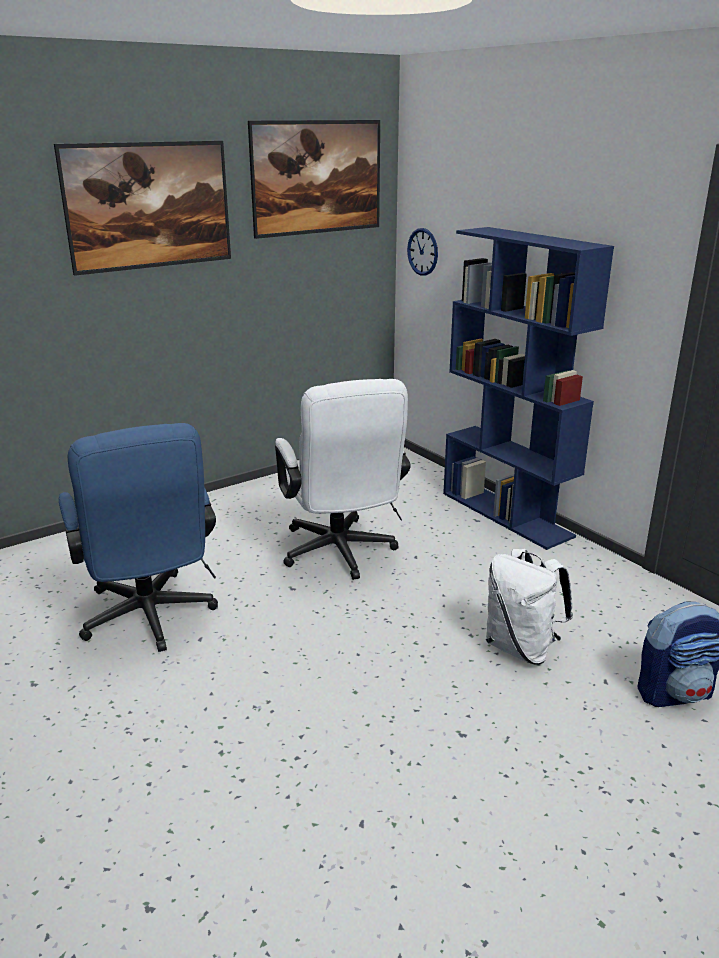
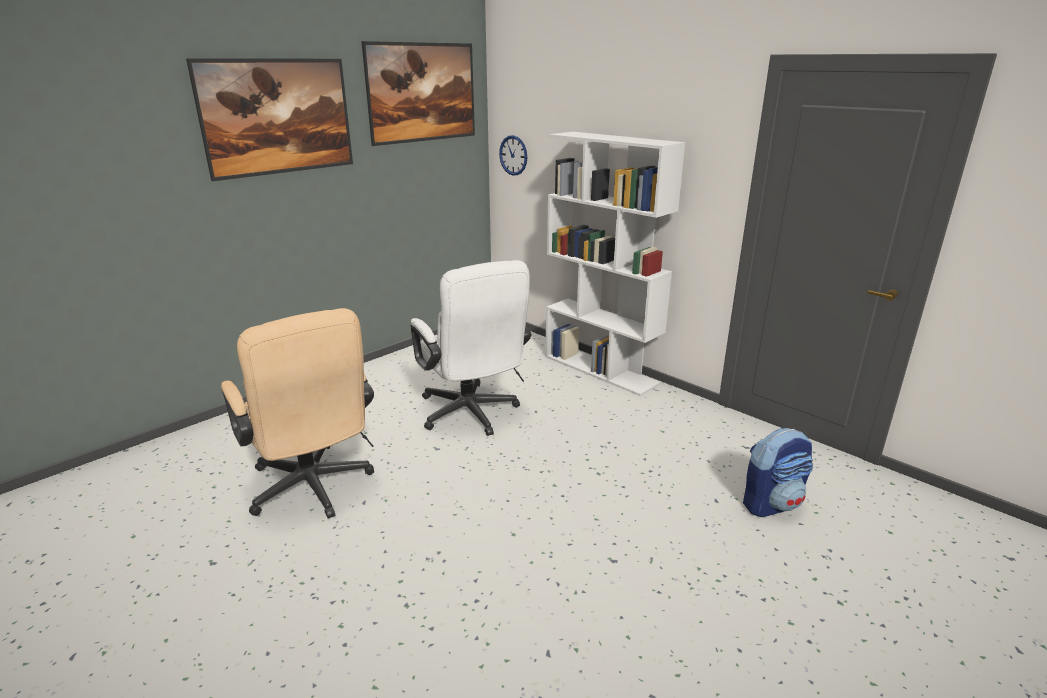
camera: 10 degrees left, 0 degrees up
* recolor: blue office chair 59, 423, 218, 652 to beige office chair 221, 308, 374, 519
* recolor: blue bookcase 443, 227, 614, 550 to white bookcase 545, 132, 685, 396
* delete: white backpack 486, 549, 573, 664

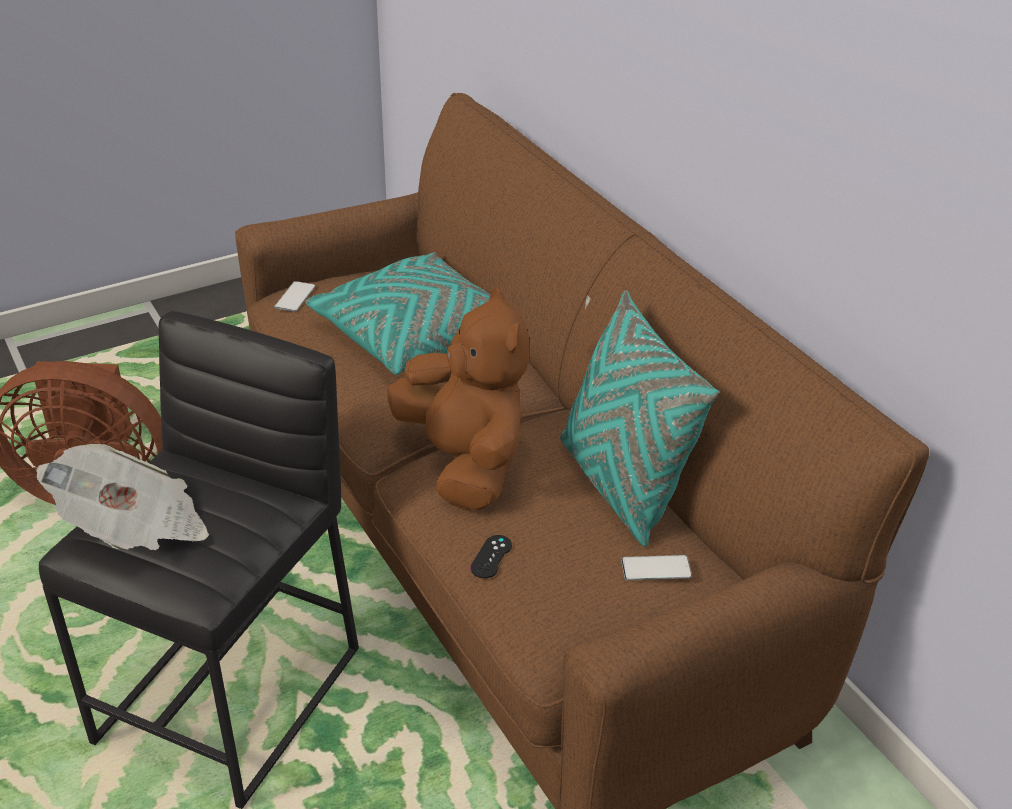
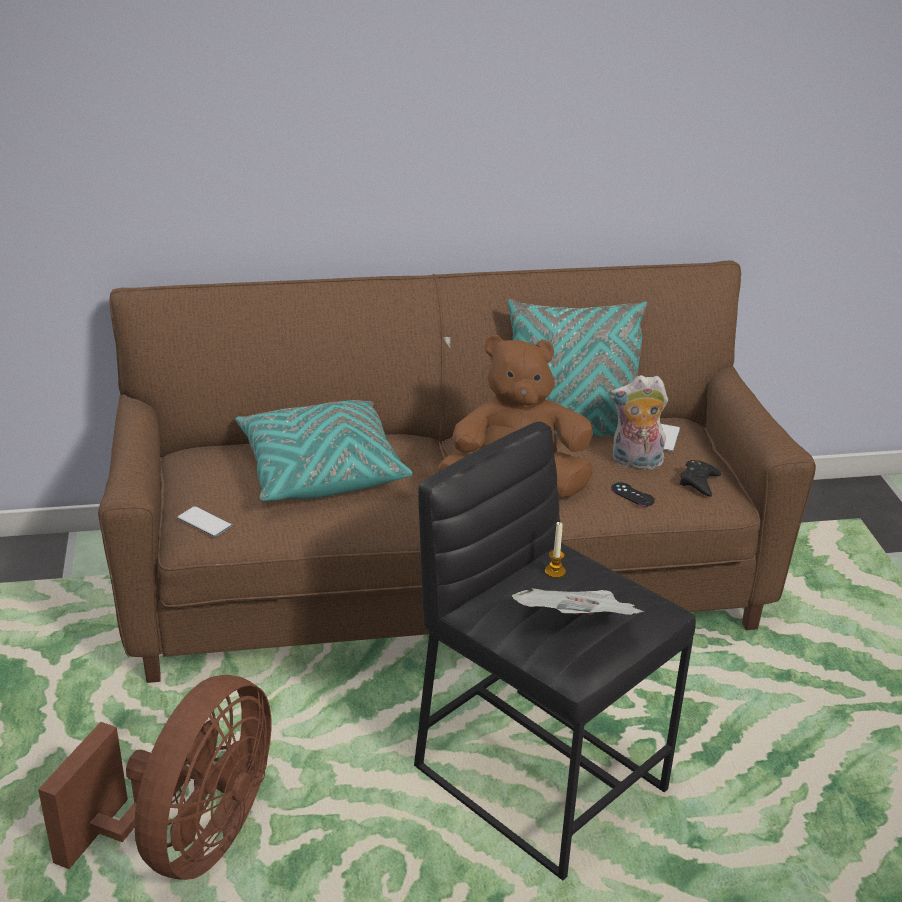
camera: 70 degrees left, 5 degrees down
* insert: candle 545, 522, 566, 578
* insert: plush toy 610, 375, 668, 470
* insert: black game controller 679, 460, 721, 497

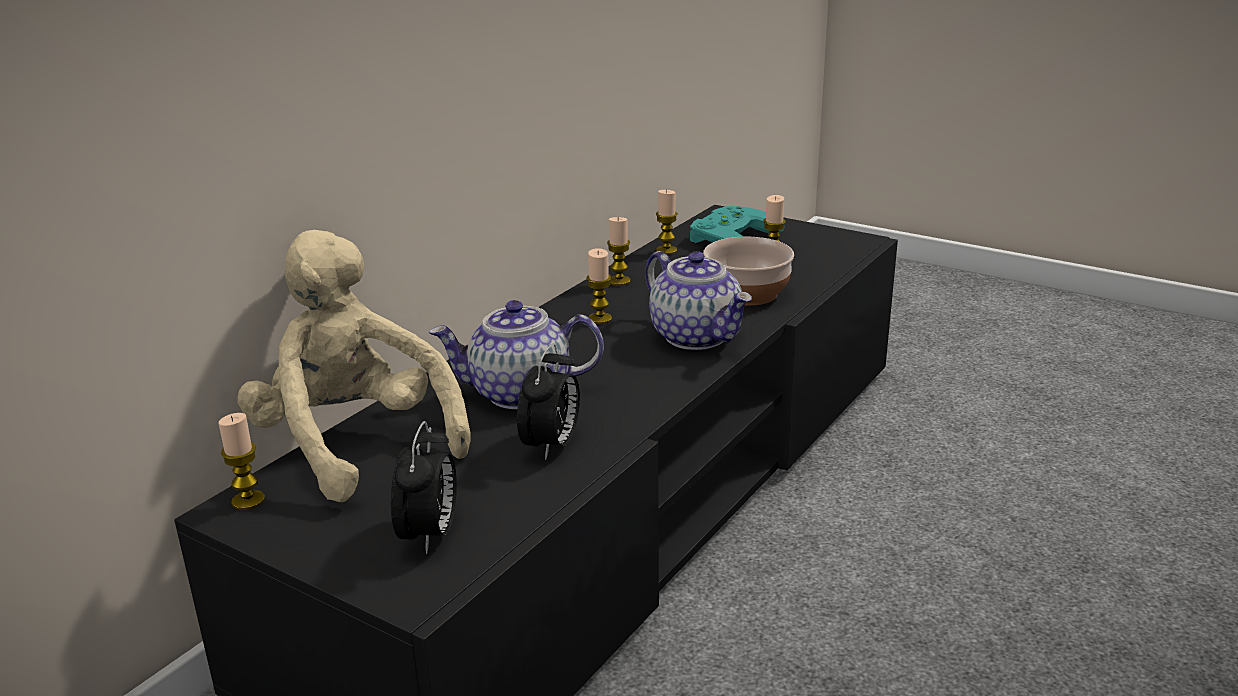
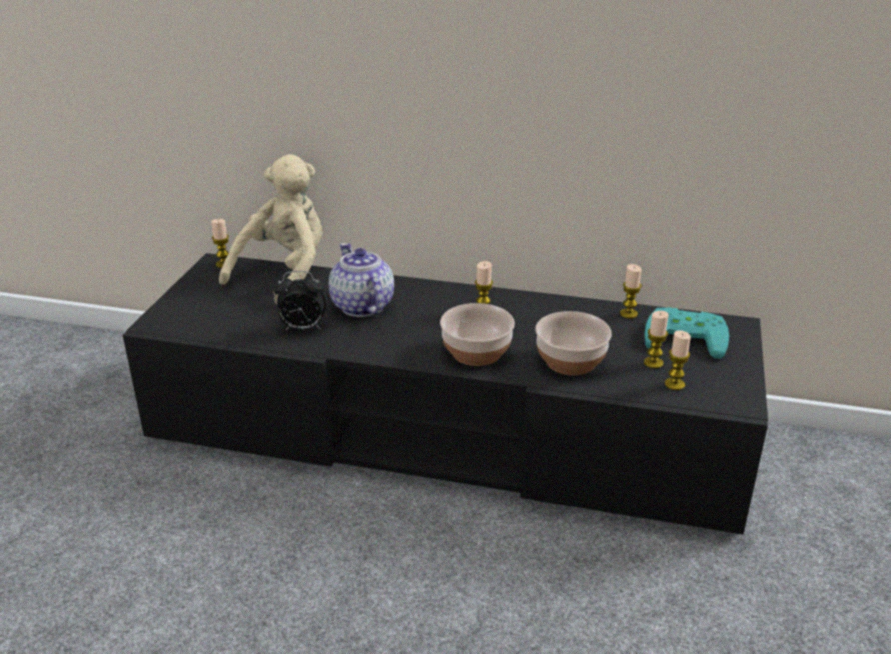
camera: 70 degrees right, 5 degrees up
* replace: teapot 645, 251, 752, 350 to bowl 440, 303, 515, 366
* move: candle 607, 217, 631, 286 to 665, 330, 691, 390
* delete: alarm clock 391, 421, 457, 554

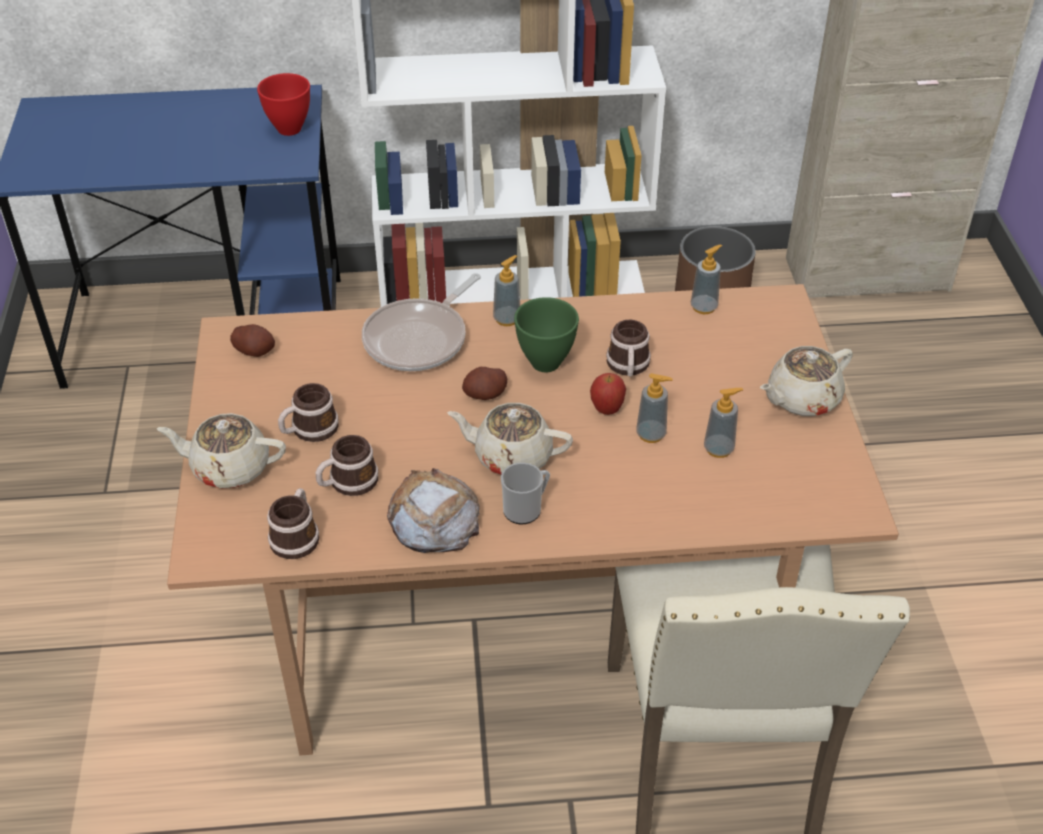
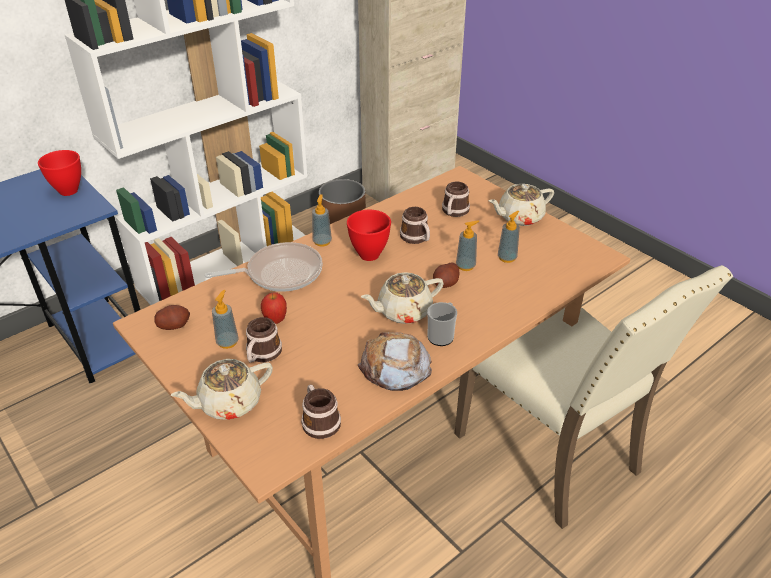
camera: 35 degrees left, 5 degrees down
* rotate: frying pan 362, 273, 481, 371 = 205, 242, 323, 292 105 degrees counterclockwise
* move: soap dispenser 691, 244, 722, 314 to 212, 290, 239, 349
* move: apple 590, 373, 626, 415 to 261, 292, 287, 324
* recolor: green bowl 514, 297, 579, 372 to red bowl 347, 210, 391, 261
* move: potato 462, 367, 507, 400 to 433, 262, 459, 288
* move: mug 316, 435, 378, 496 to 442, 181, 470, 217
* rotate: beige teapot 760, 346, 853, 416 = 489, 184, 554, 226 45 degrees clockwise

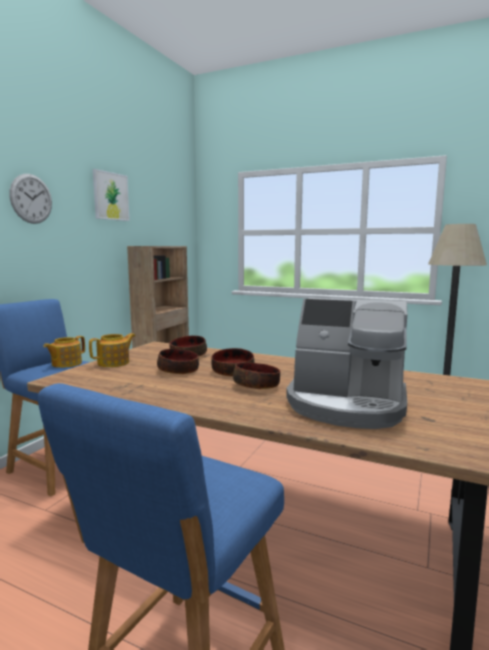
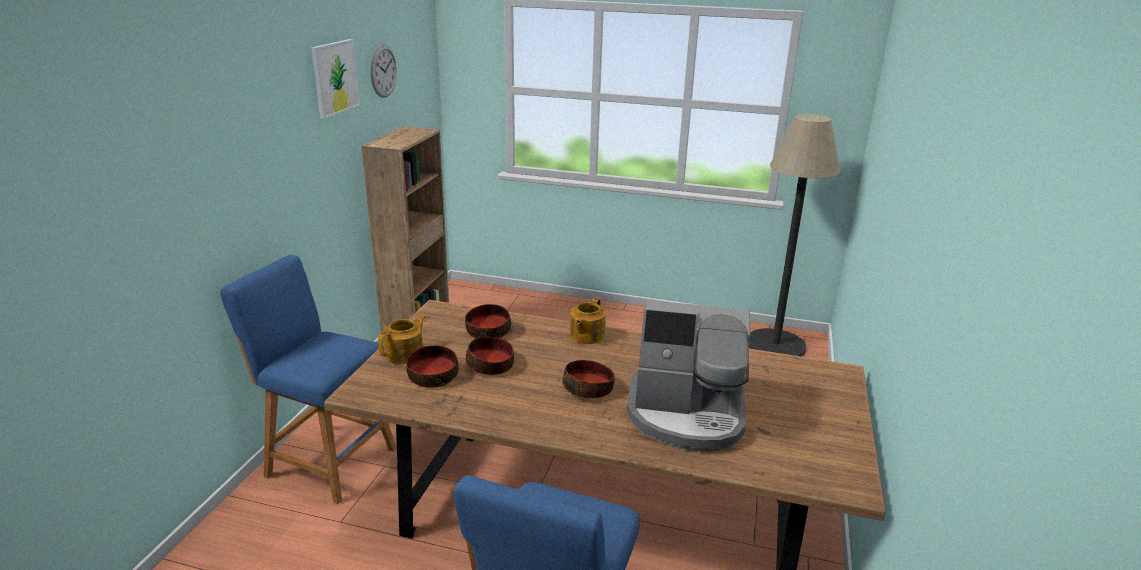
camera: 10 degrees left, 15 degrees up
* move: wall clock 9, 174, 52, 224 to 370, 44, 397, 98
* move: bowl 211, 348, 255, 377 to 406, 345, 459, 388
* move: teapot 43, 336, 85, 368 to 570, 298, 606, 344

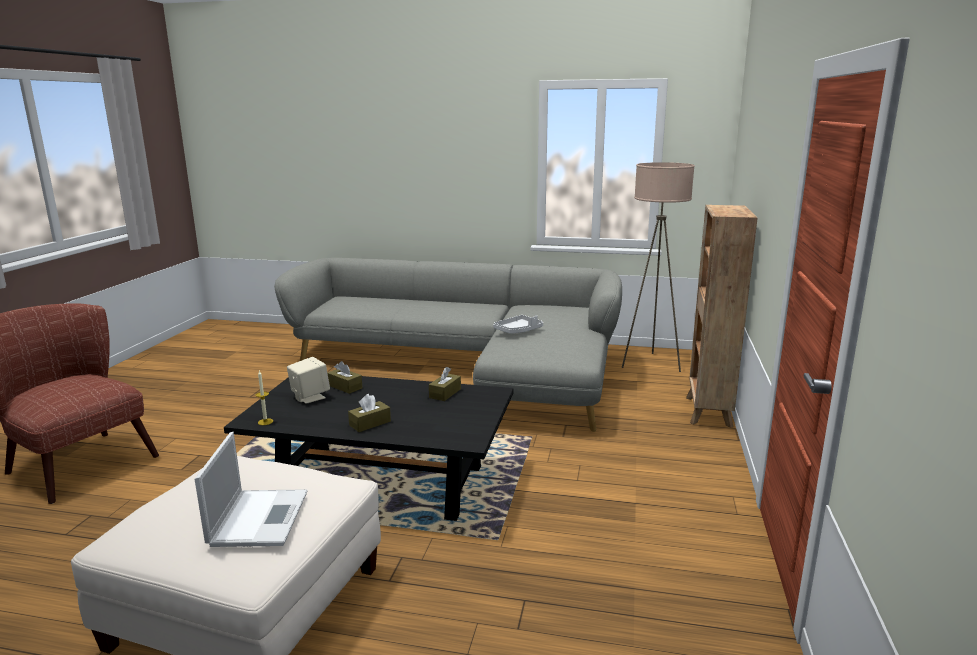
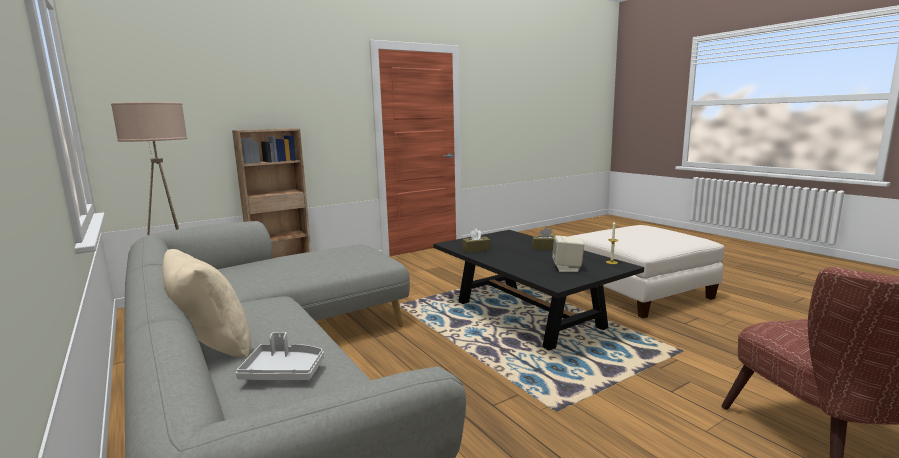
camera: 135 degrees left, 5 degrees down
* insert: beige pillow 163, 249, 251, 359
* move: grey tray 493, 315, 543, 334 to 236, 332, 324, 380
* delete: laptop 195, 432, 308, 547
* delete: brown tissue box 328, 361, 363, 394

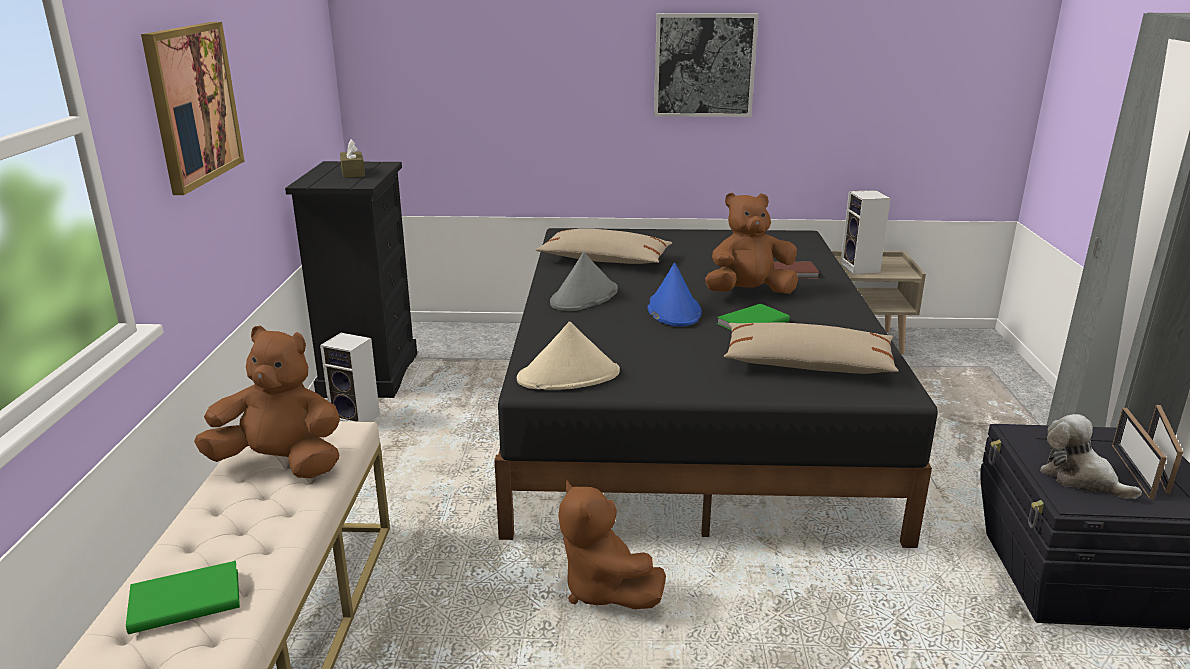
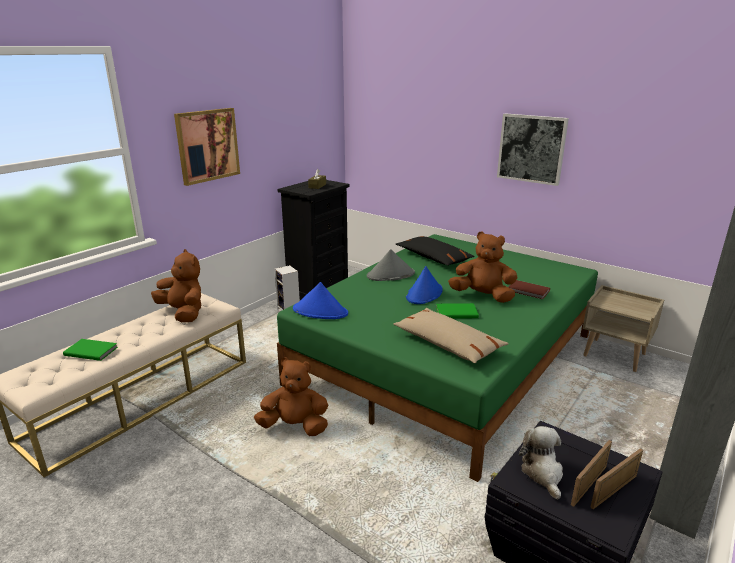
camera: 35 degrees right, 0 degrees up
* rotate: brown plush toy 558, 480, 666, 609 = 254, 358, 328, 436 90 degrees clockwise
* recolor: black bed 494, 228, 938, 548 to green bed 277, 234, 598, 482
* recolor: beige hat 517, 322, 620, 390 to blue hat 293, 282, 348, 319
* recolor: beige pillow 536, 229, 672, 264 to black pillow 396, 236, 475, 266
* delete: speaker 840, 190, 891, 274

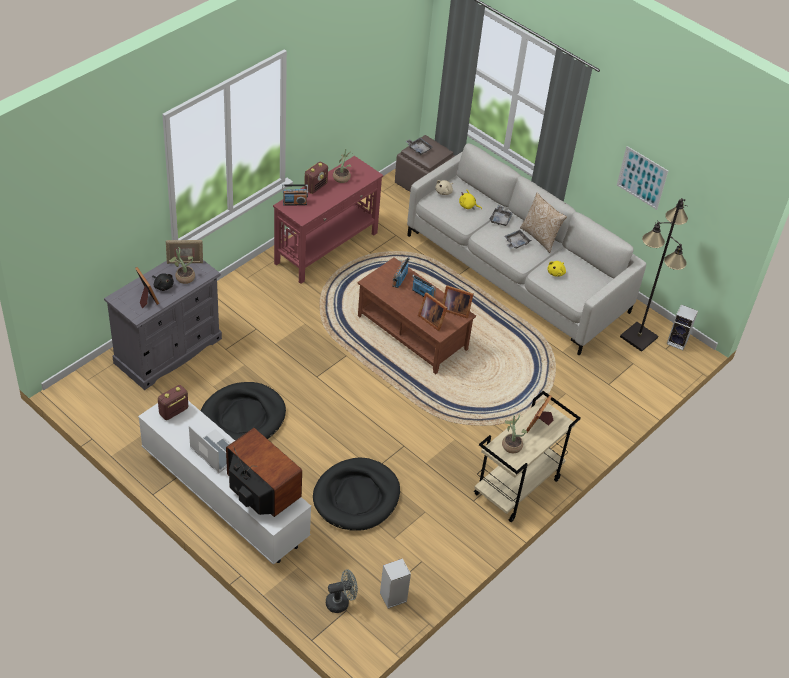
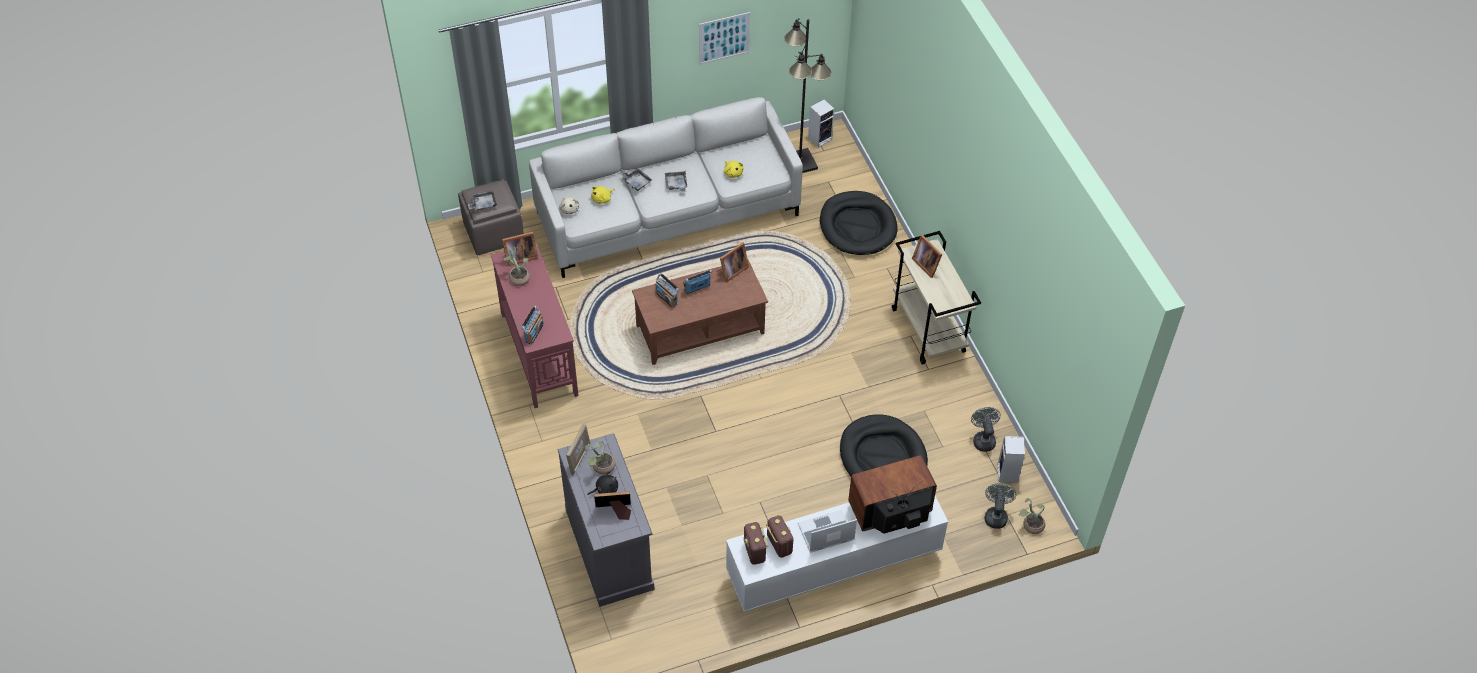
camera: 60 degrees left, 5 degrees up
* move: picture frame 418, 292, 447, 331 to 502, 232, 538, 266
* move: radio 304, 162, 328, 194 to 766, 515, 793, 558
* move: black dog bed 201, 382, 286, 440 to 820, 191, 898, 255
* insert: grey fan 971, 407, 1001, 452
* move: potted plant 502, 414, 527, 453 to 1019, 498, 1045, 534
* delete: pillow 520, 193, 567, 253

